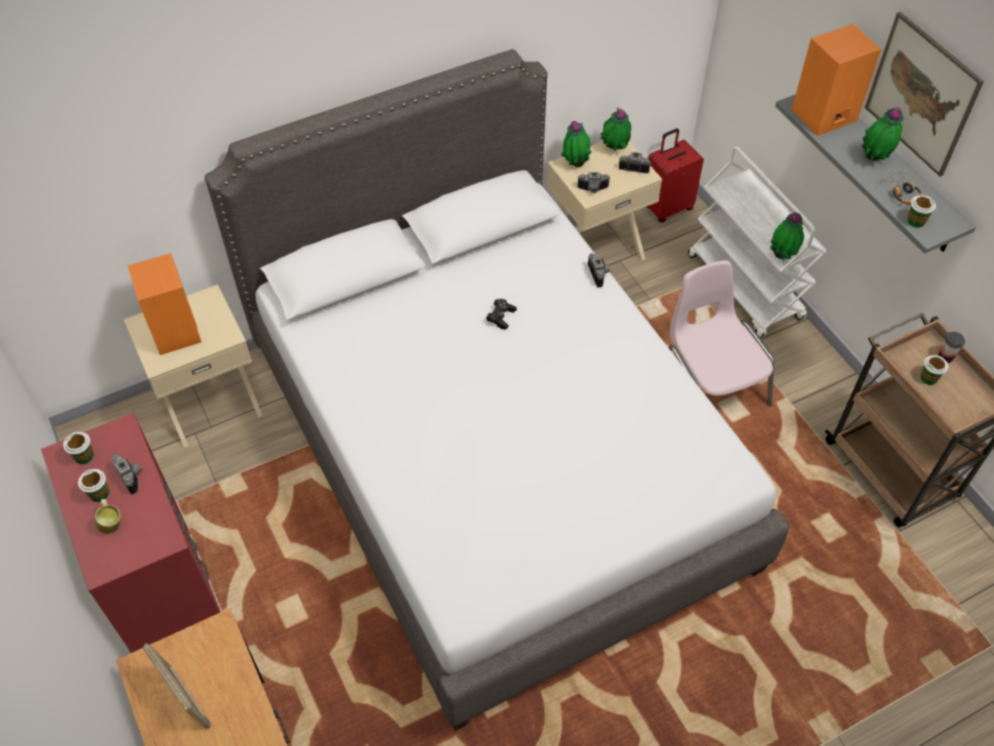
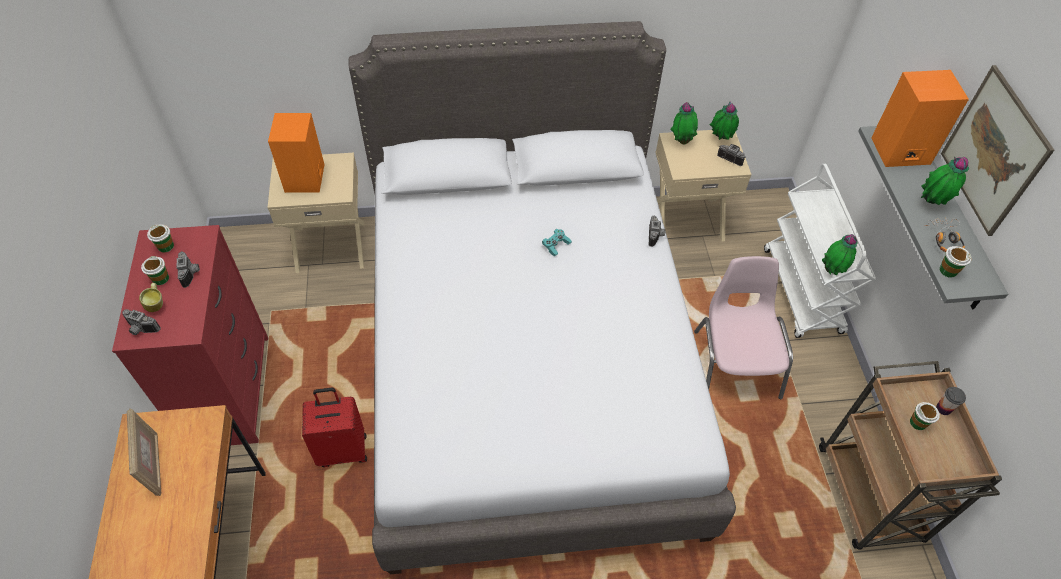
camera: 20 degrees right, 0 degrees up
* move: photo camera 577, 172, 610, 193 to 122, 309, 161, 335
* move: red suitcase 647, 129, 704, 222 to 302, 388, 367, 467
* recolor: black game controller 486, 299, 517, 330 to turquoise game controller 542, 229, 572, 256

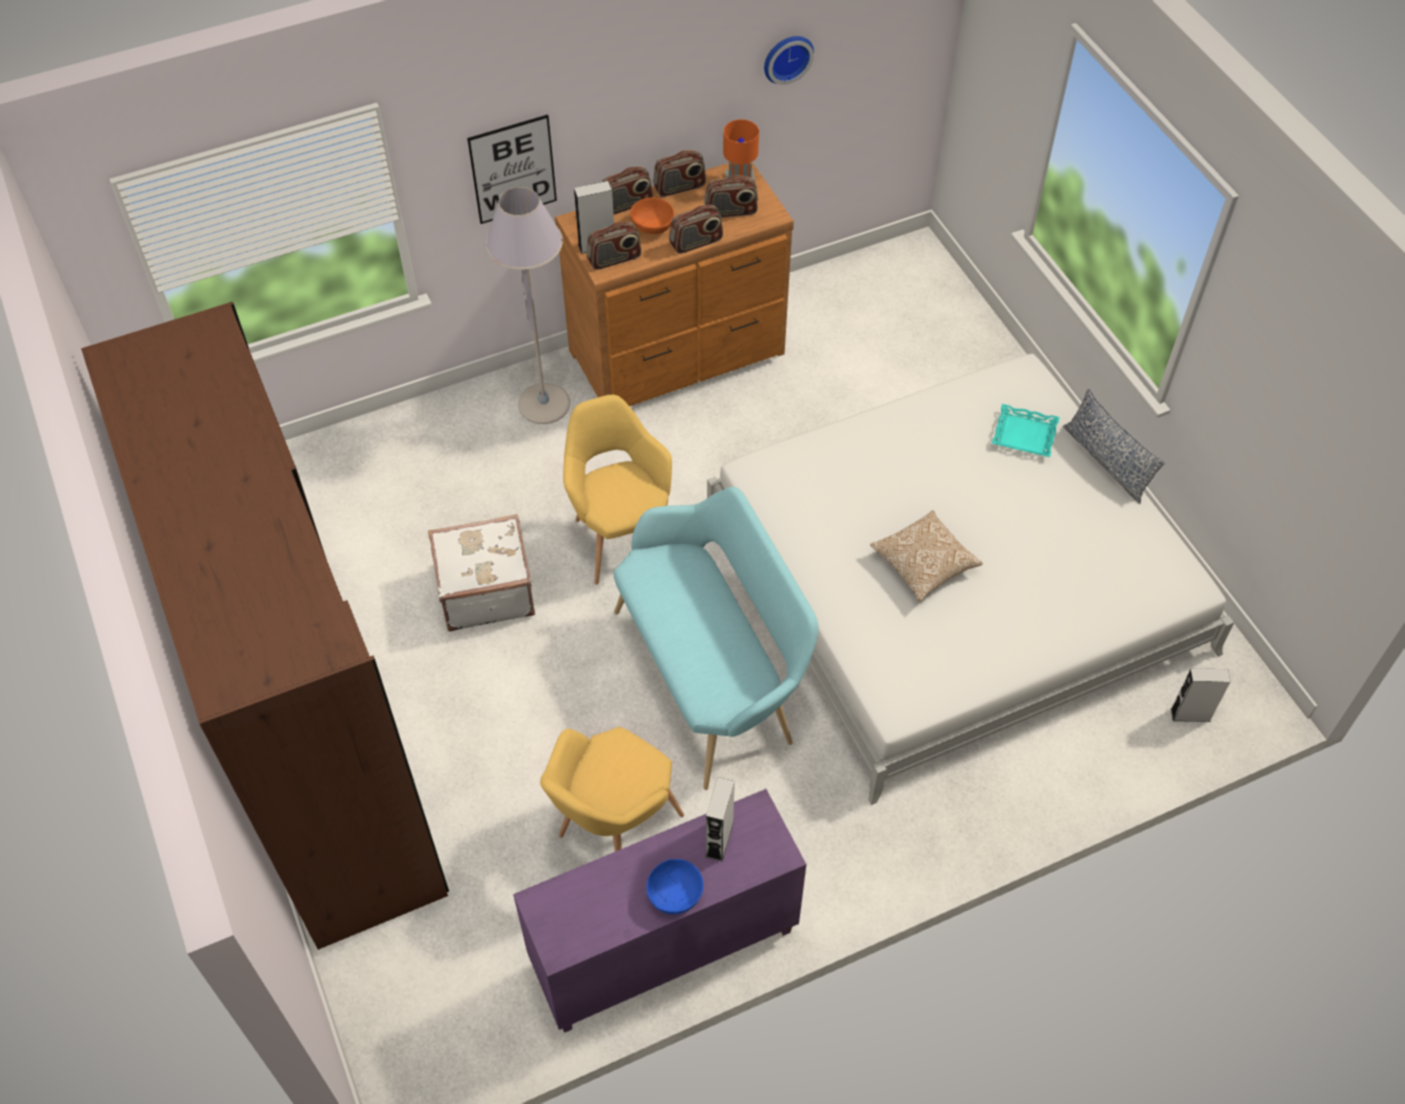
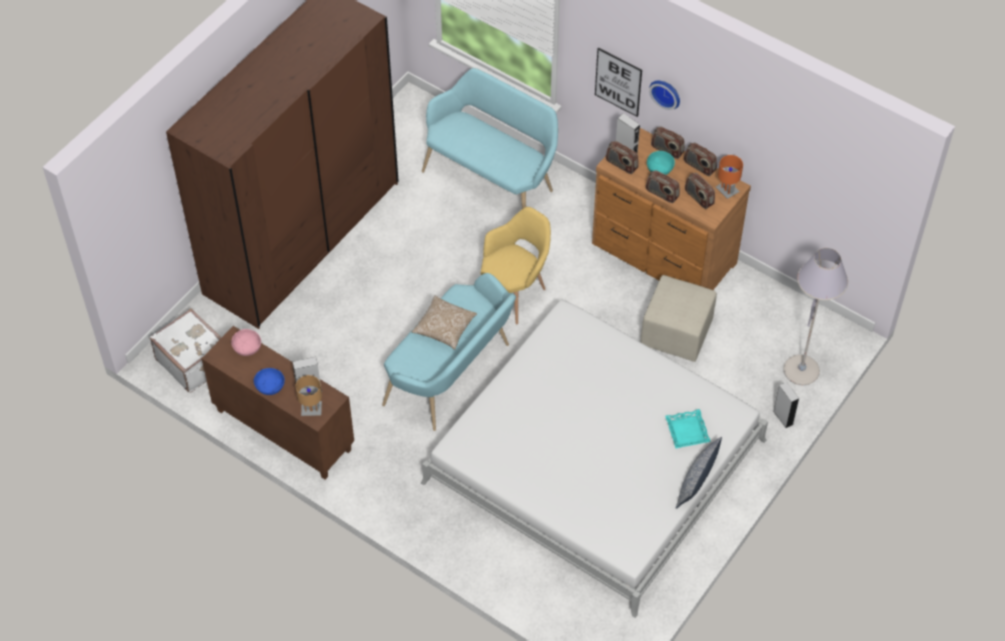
camera: 60 degrees right, 0 degrees up
* move: white suitcase 428, 514, 535, 631 to 150, 309, 222, 393
* recolor: purple cabinet 513, 789, 806, 1033 to brown cabinet 202, 326, 354, 479
* insert: pink bowl 231, 329, 261, 356
* insert: brown table lamp 296, 375, 322, 416
* move: pillow 870, 510, 983, 602 to 411, 296, 477, 350
* insert: turquoise bench 422, 68, 558, 209
* insert: beige ottoman 640, 275, 717, 362
* recolor: orange bowl 630, 198, 674, 234 to turquoise bowl 647, 151, 675, 175
* move: wall clock 764, 36, 814, 85 to 649, 80, 680, 110
* move: grey speaker 1171, 668, 1231, 722 to 773, 382, 799, 428
* move: grey floor lamp 485, 187, 570, 424 to 784, 248, 848, 385
* delete: yellow armchair 540, 727, 684, 852

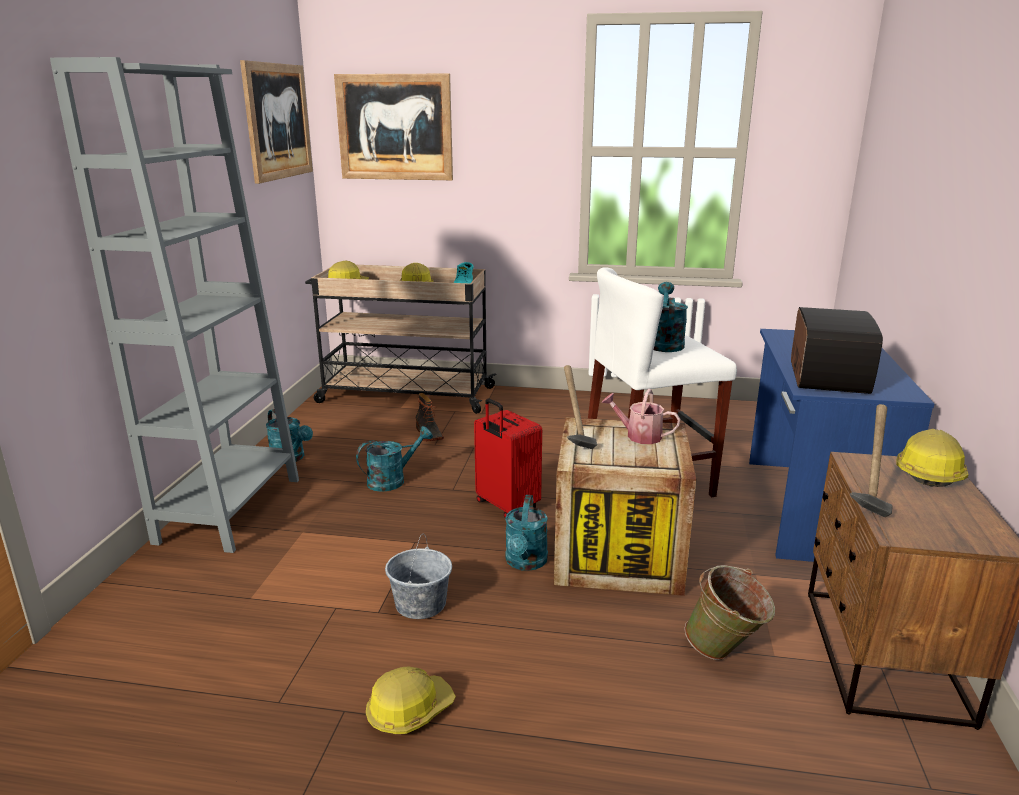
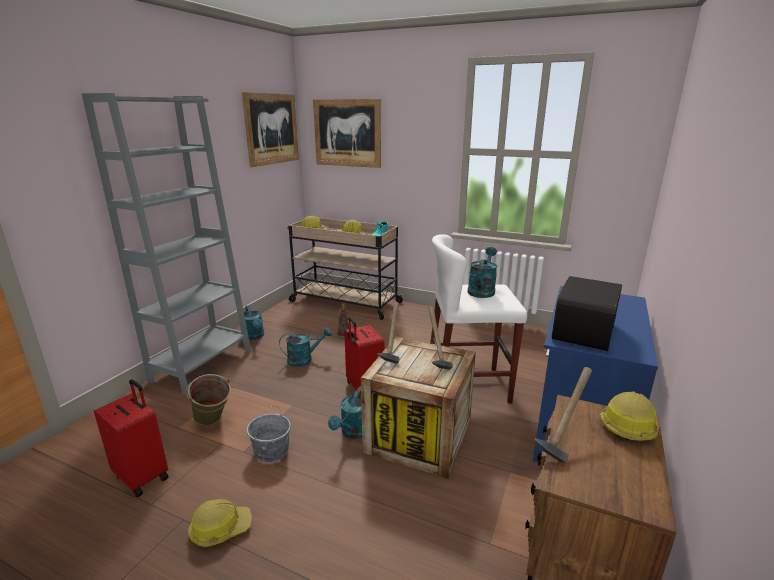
camera: 15 degrees right, 0 degrees up
* insert: red suitcase 94, 379, 169, 498
* move: green bucket 684, 565, 775, 660 to 185, 374, 231, 425
* replace: watering can 602, 389, 680, 444 to hammer 428, 307, 453, 370

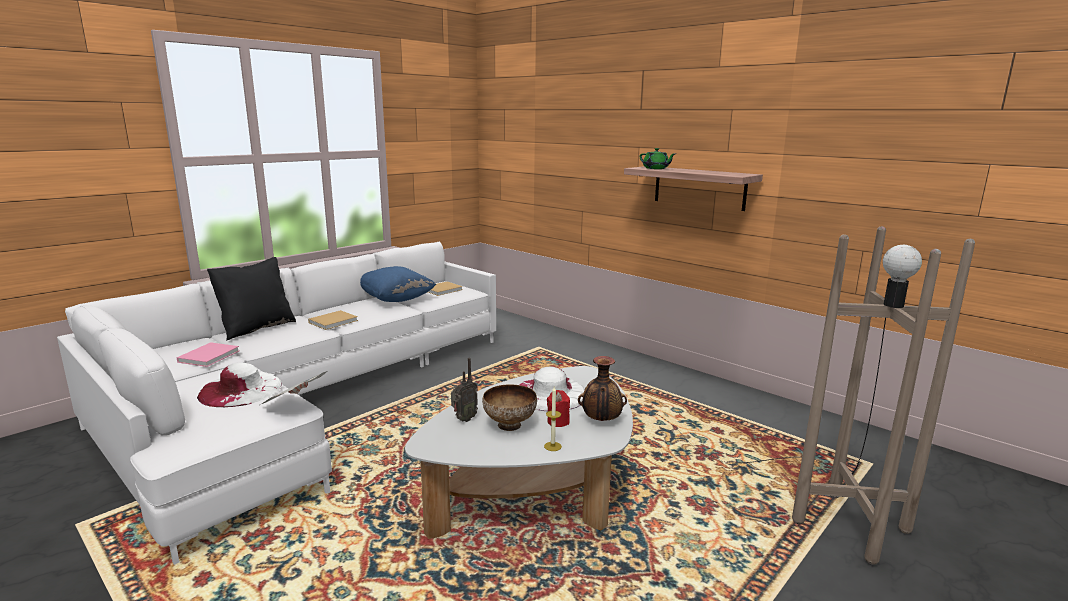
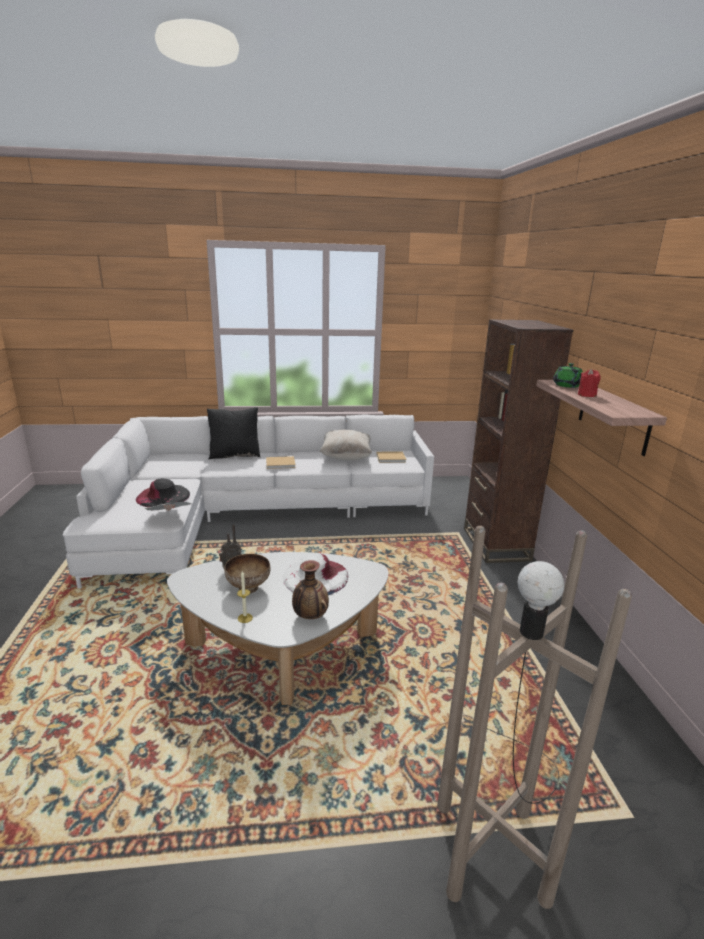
camera: 40 degrees right, 5 degrees up
* recolor: white hat 197, 363, 282, 407 to black hat 136, 478, 190, 508
* recolor: blue pillow 360, 266, 436, 302 to beige pillow 320, 430, 372, 461
* insert: brown bookcase 464, 319, 573, 563
* move: red candle 547, 390, 570, 427 to 578, 369, 601, 397
* delete: pink book 177, 342, 240, 367

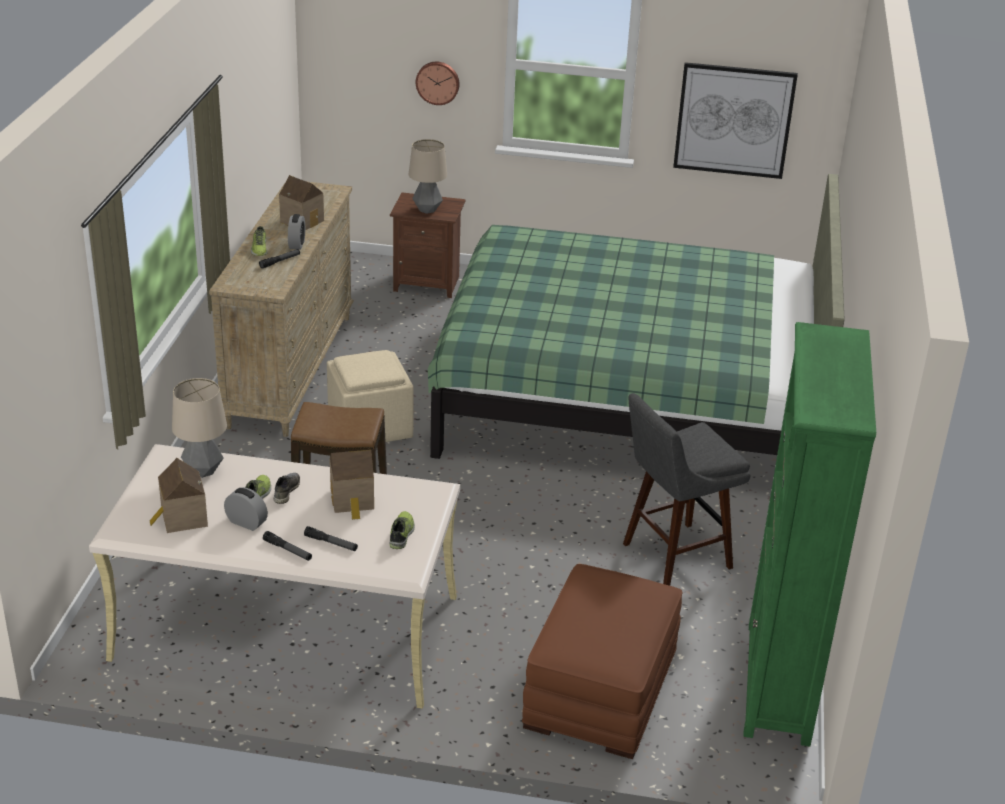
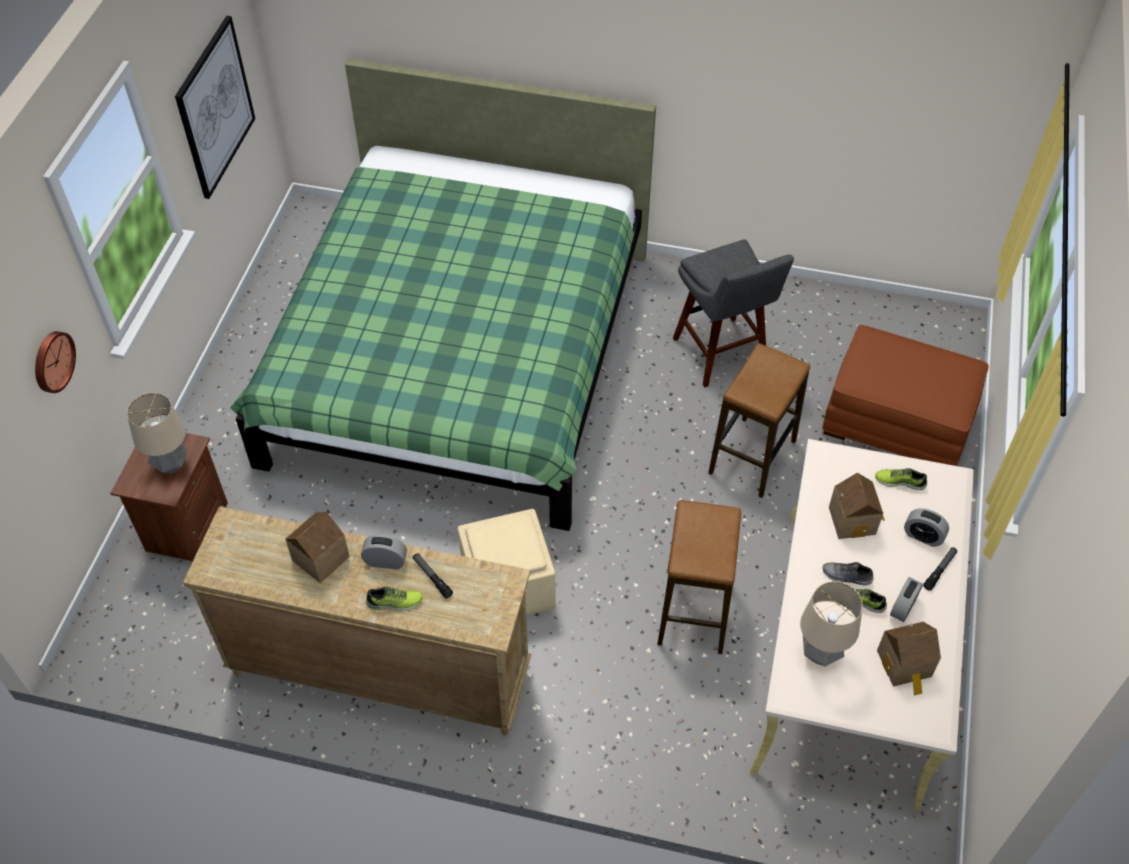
camera: 85 degrees left, 20 degrees up
* insert: stool 708, 343, 810, 498
* replace: flashlight 304, 526, 358, 551 to alarm clock 904, 508, 949, 547
* delete: green bookcase 743, 322, 876, 746

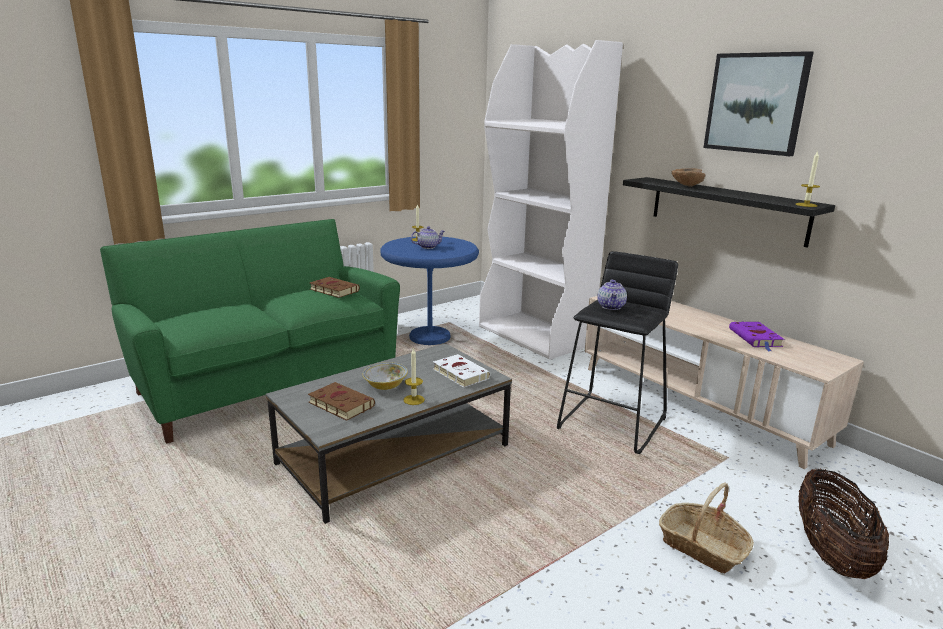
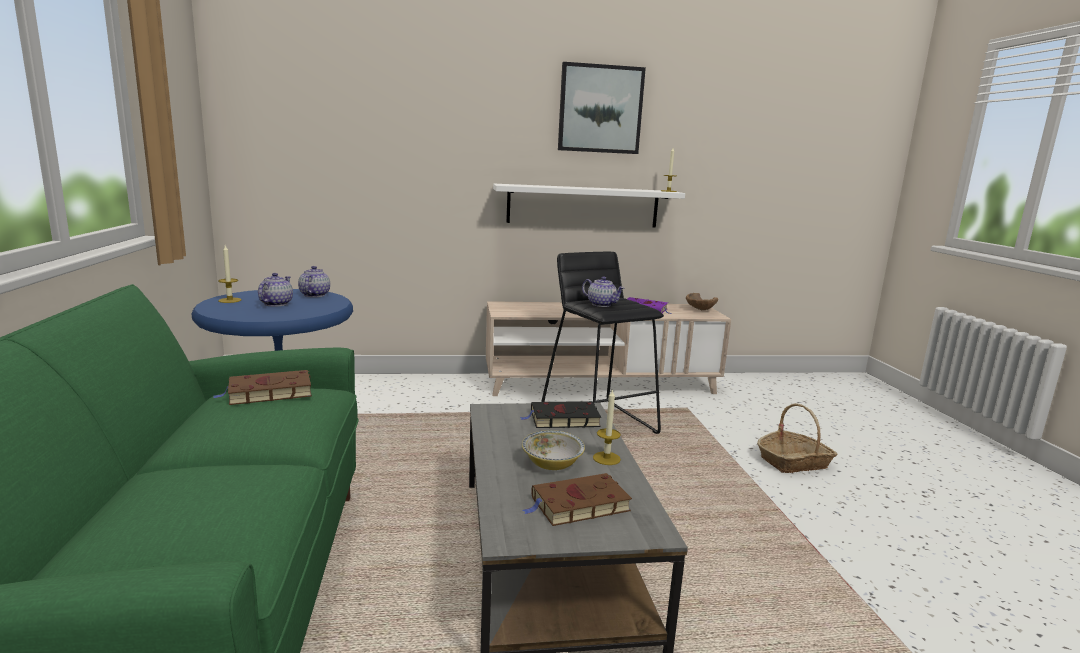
camera: 60 degrees left, 5 degrees down
* insert: teapot 298, 266, 330, 297
* recolor: black shelf 623, 177, 835, 247 to white shelf 493, 184, 685, 228
* recolor: white book 433, 354, 490, 388 to black book 520, 401, 601, 428
* move: brown bowl 672, 168, 705, 187 to 686, 293, 718, 310
* delete: white bookcase 479, 40, 623, 360
* delete: basket 798, 469, 889, 579

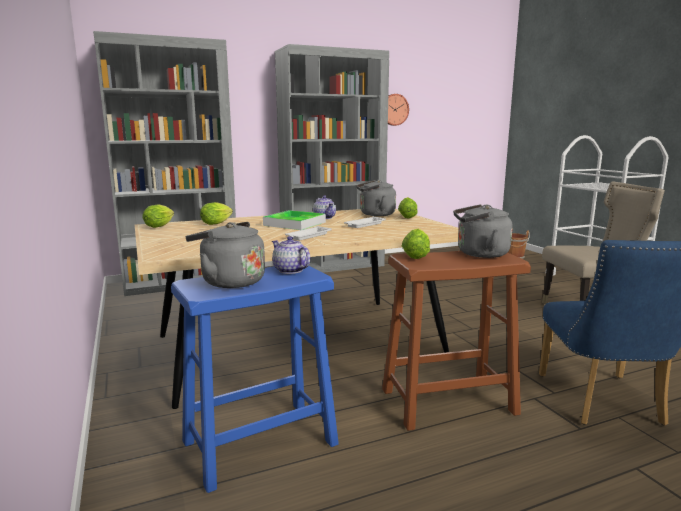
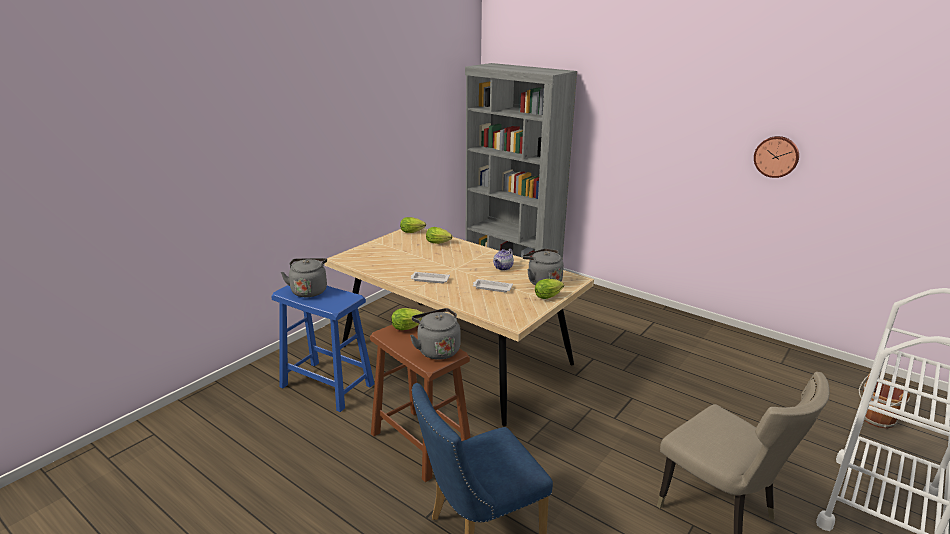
camera: 60 degrees right, 10 degrees up
* delete: tray 263, 210, 326, 230
* delete: teapot 272, 236, 311, 274
* delete: grey bookcase 275, 44, 389, 273

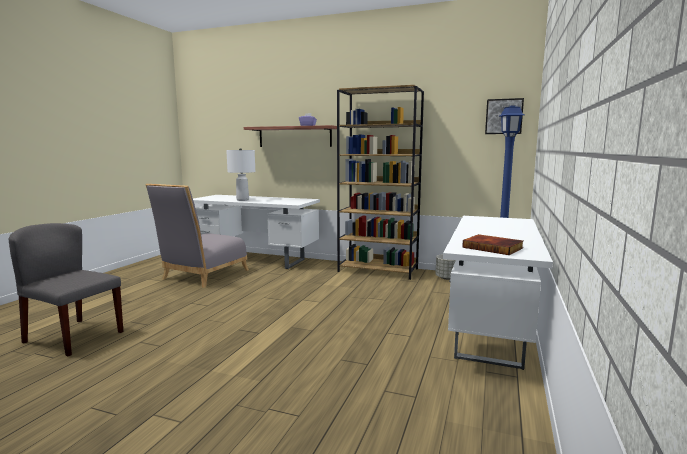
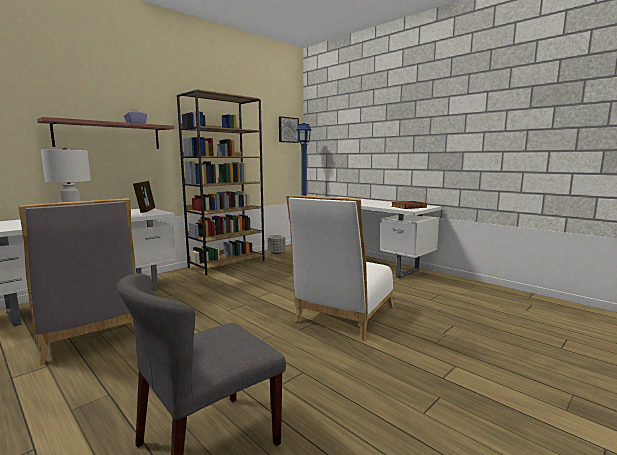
camera: 65 degrees left, 0 degrees up
* insert: picture frame 133, 181, 155, 213
* insert: white chair 286, 195, 394, 341

